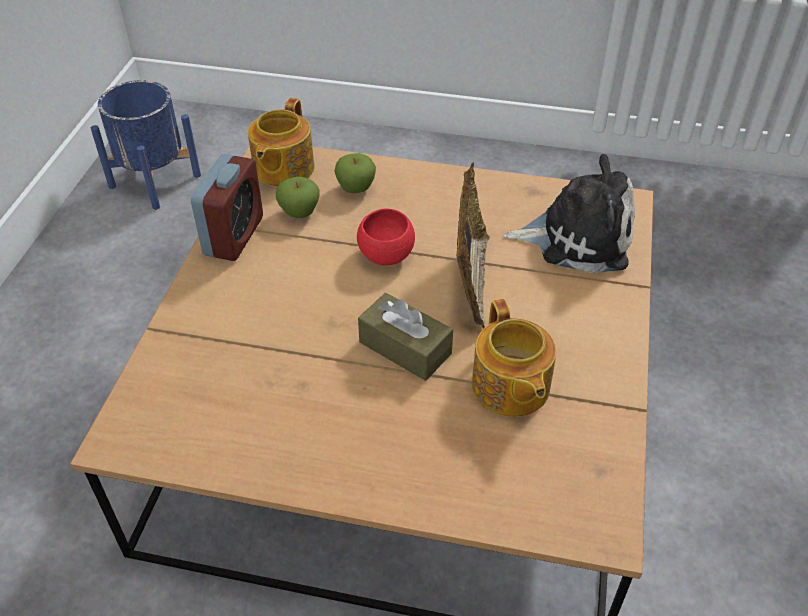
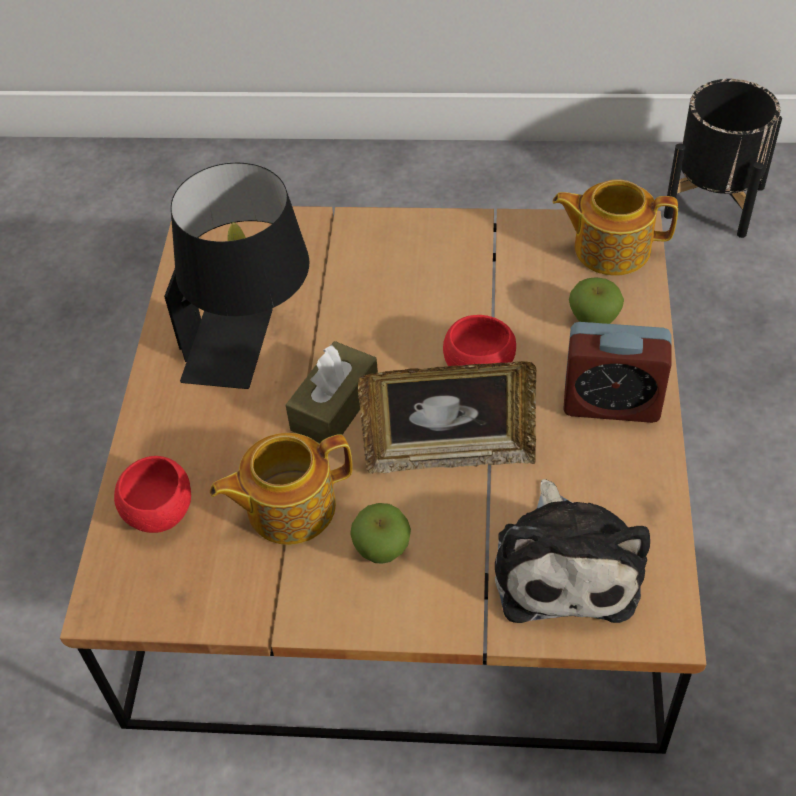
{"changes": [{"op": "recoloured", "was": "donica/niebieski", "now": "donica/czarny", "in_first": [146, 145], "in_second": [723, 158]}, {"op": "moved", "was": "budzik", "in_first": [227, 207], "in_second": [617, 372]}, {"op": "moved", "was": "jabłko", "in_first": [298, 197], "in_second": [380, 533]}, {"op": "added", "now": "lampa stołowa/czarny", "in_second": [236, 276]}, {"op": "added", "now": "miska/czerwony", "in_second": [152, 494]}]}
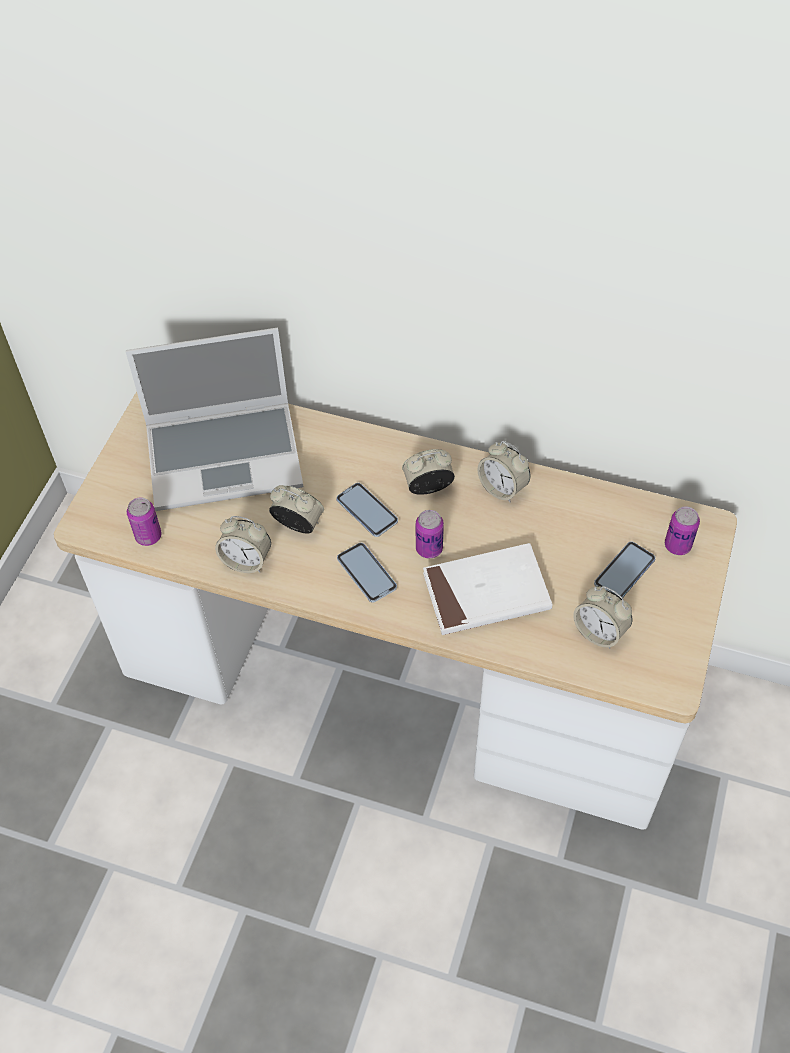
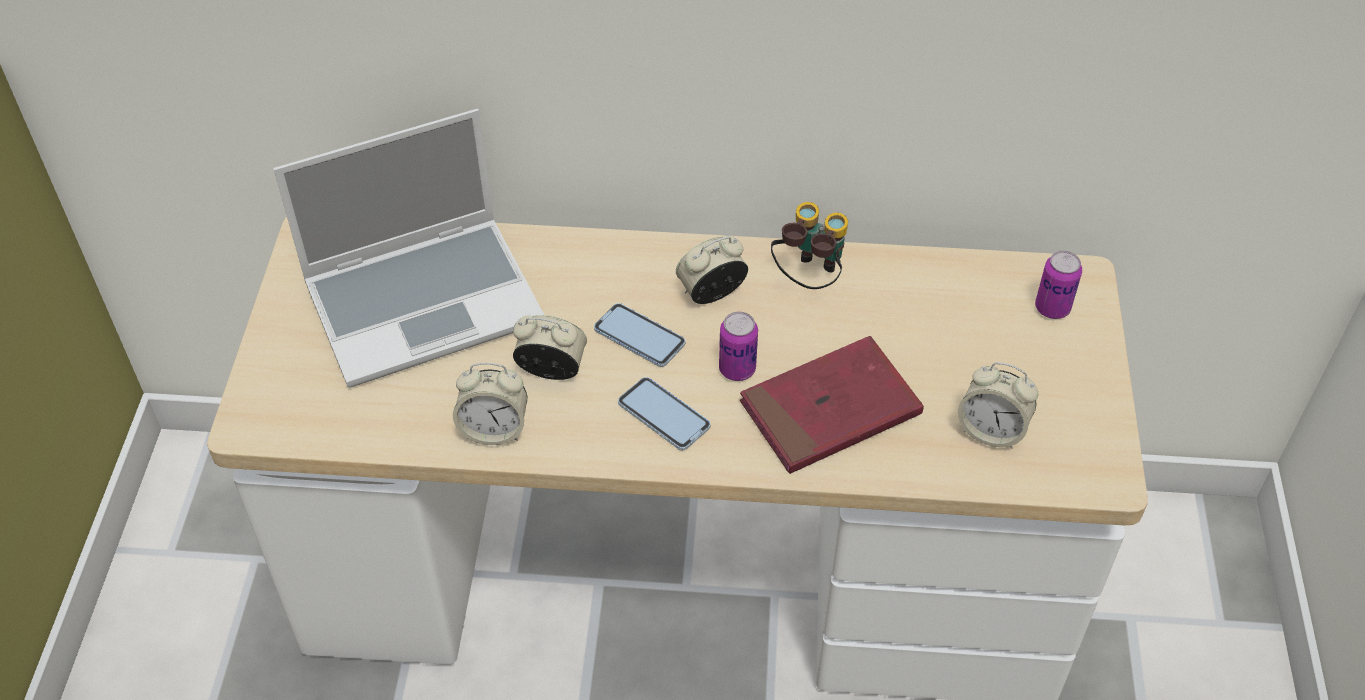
{"changes": [{"op": "replaced", "was": "budzik", "now": "lornetka", "in_first": [504, 472], "in_second": [809, 245]}, {"op": "removed", "was": "puszka", "in_first": [144, 521]}, {"op": "removed", "was": "telefon", "in_first": [625, 569]}, {"op": "recoloured", "was": "książka/biały", "now": "książka/czerwony", "in_first": [487, 589], "in_second": [832, 405]}]}
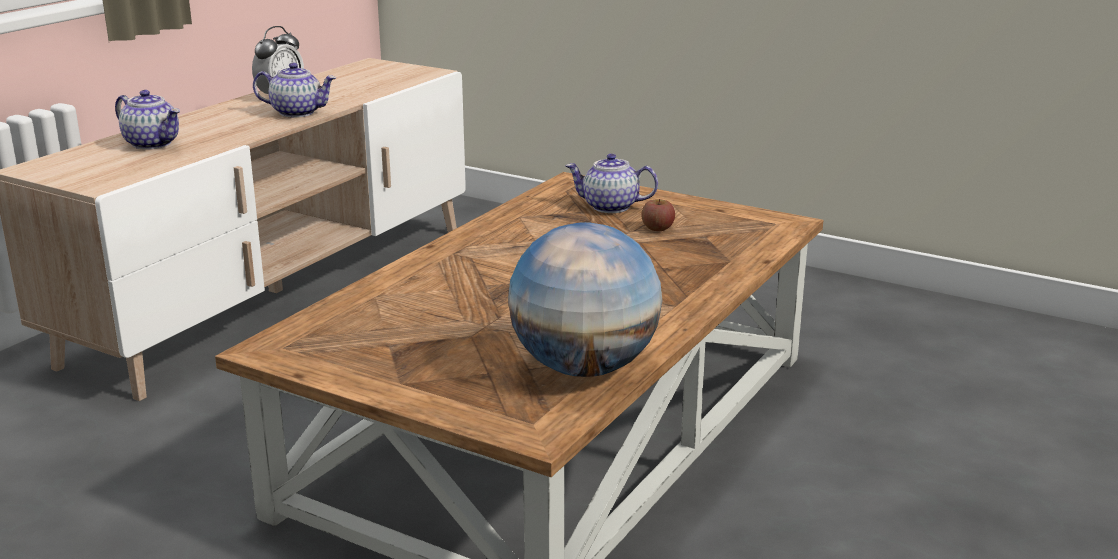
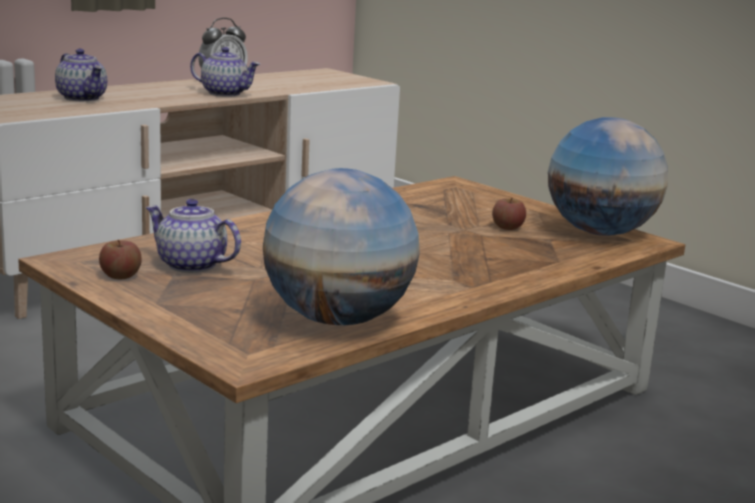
{"changes": [{"op": "moved", "was": "imbryk", "in_first": [611, 183], "in_second": [193, 236]}, {"op": "added", "now": "globus", "in_second": [608, 176]}, {"op": "added", "now": "jabłko", "in_second": [120, 259]}]}
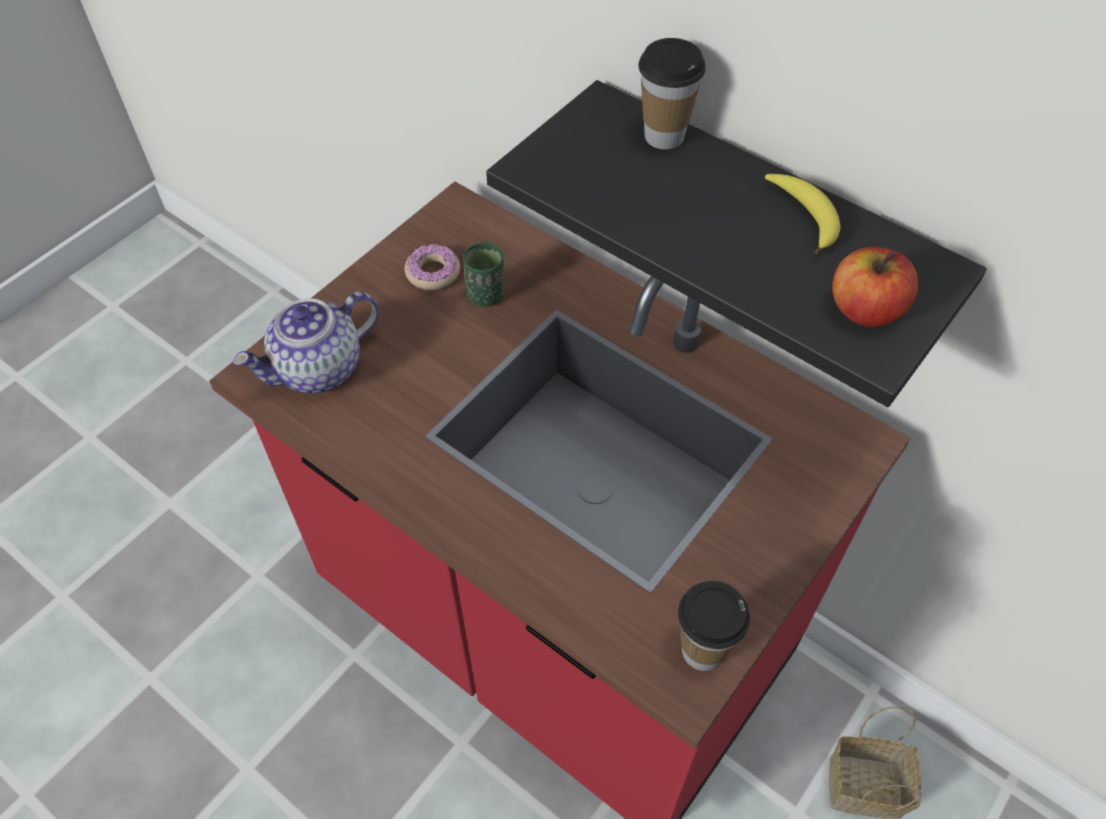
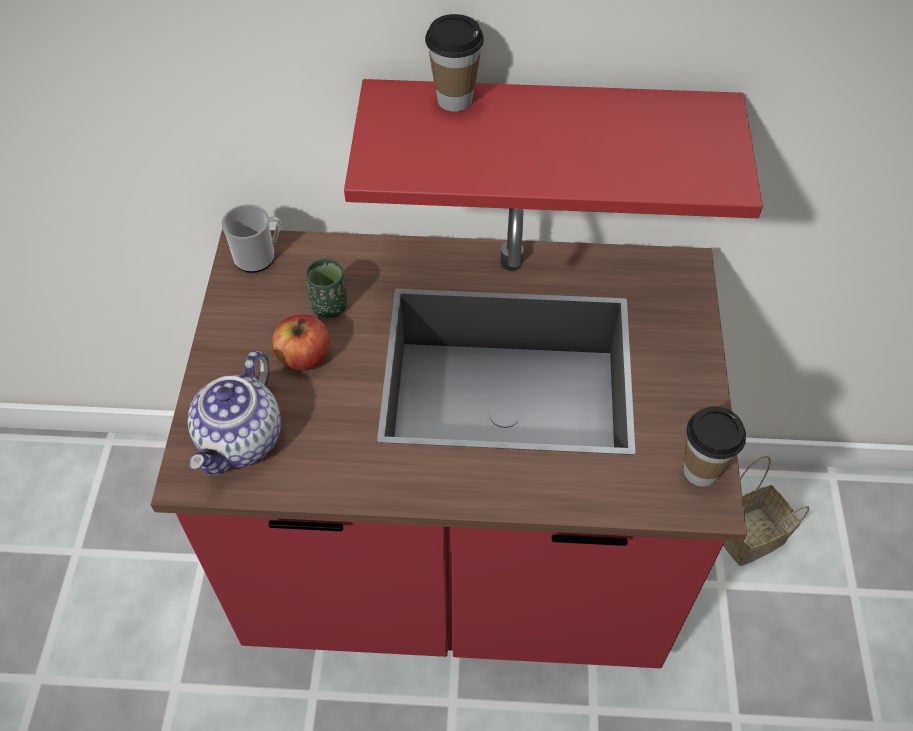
{"changes": [{"op": "recoloured", "was": "półka/czarny", "now": "półka/czerwony", "in_first": [736, 243], "in_second": [553, 148]}, {"op": "removed", "was": "banan", "in_first": [803, 214]}, {"op": "removed", "was": "donut", "in_first": [432, 267]}, {"op": "moved", "was": "jabłko", "in_first": [875, 286], "in_second": [301, 342]}, {"op": "added", "now": "kubek", "in_second": [251, 238]}]}
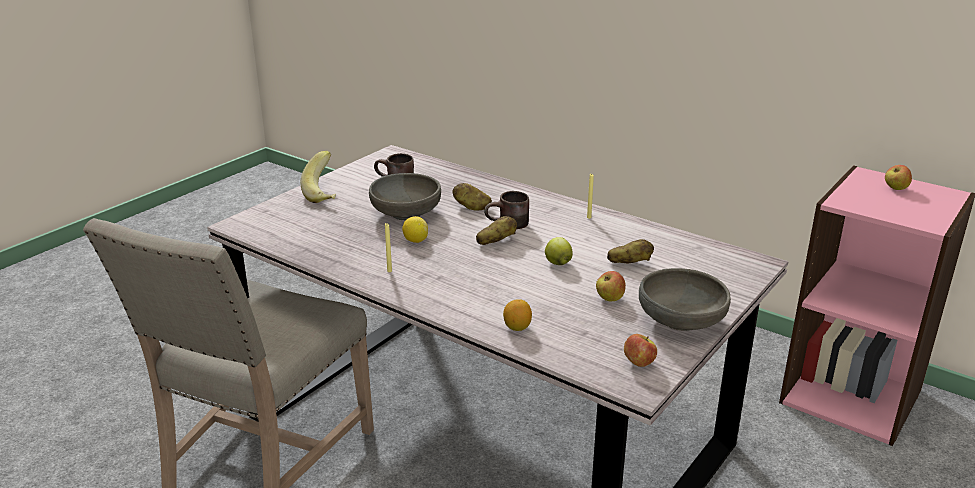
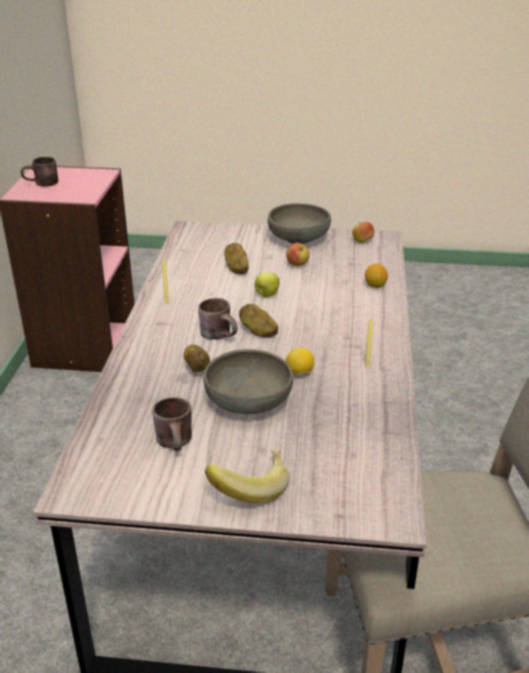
{"changes": [{"op": "replaced", "was": "jabłko", "now": "kubek/brązowy", "in_first": [898, 177], "in_second": [39, 172]}]}
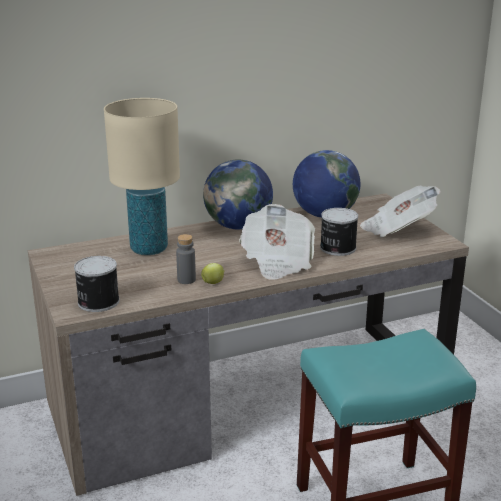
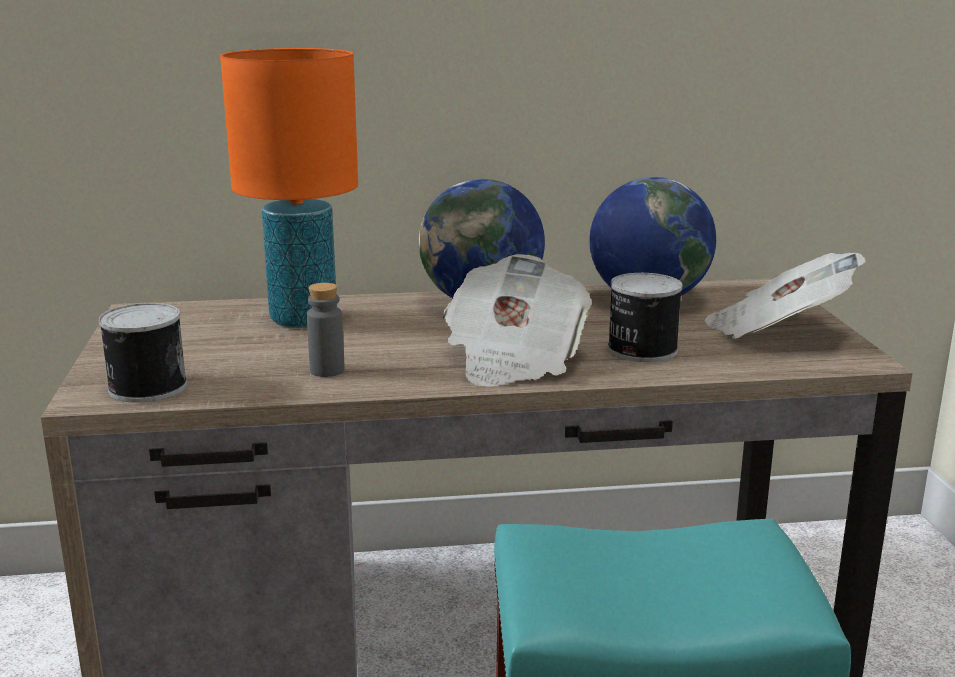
{"changes": [{"op": "recoloured", "was": "lampa stołowa/beżowy", "now": "lampa stołowa/pomarańczowy", "in_first": [142, 176], "in_second": [289, 188]}, {"op": "removed", "was": "jabłko", "in_first": [213, 273]}]}
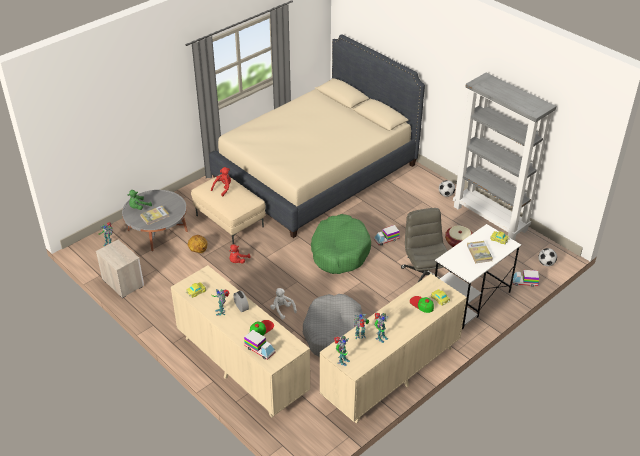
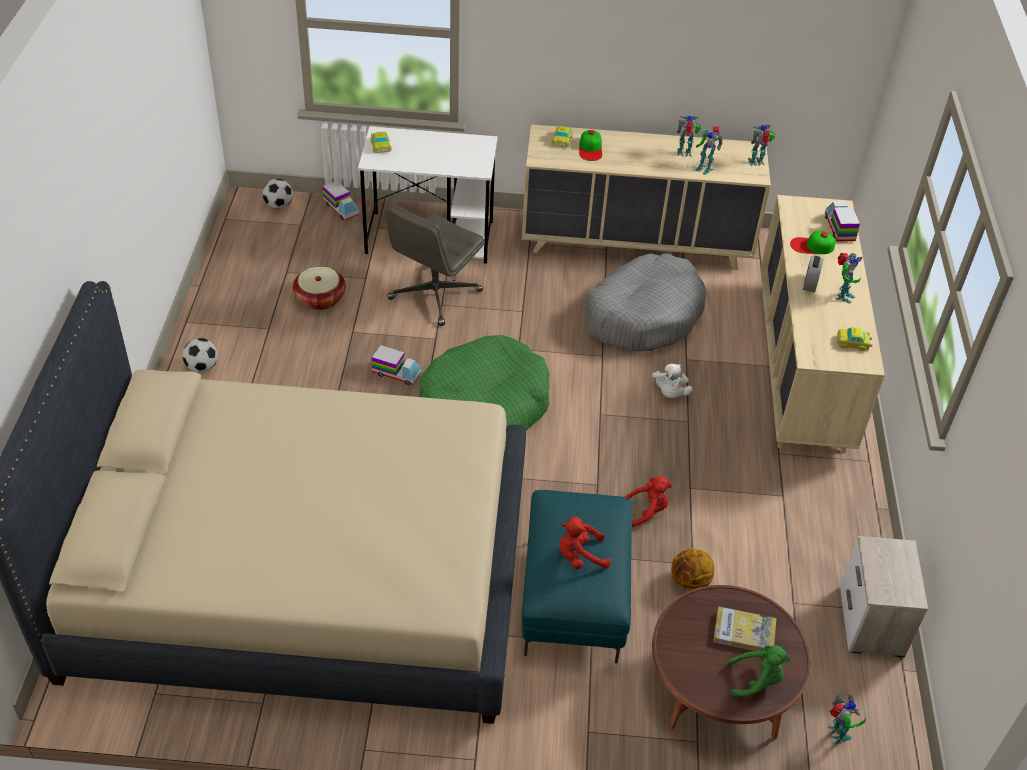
{"changes": [{"op": "removed", "was": "regał/szary", "in_first": [504, 156]}, {"op": "recoloured", "was": "pufa/beżowy", "now": "pufa/turkusowy", "in_first": [228, 209], "in_second": [576, 576]}, {"op": "recoloured", "was": "ława/szary", "now": "ława/brązowy", "in_first": [155, 220], "in_second": [731, 662]}, {"op": "removed", "was": "książka", "in_first": [480, 252]}]}
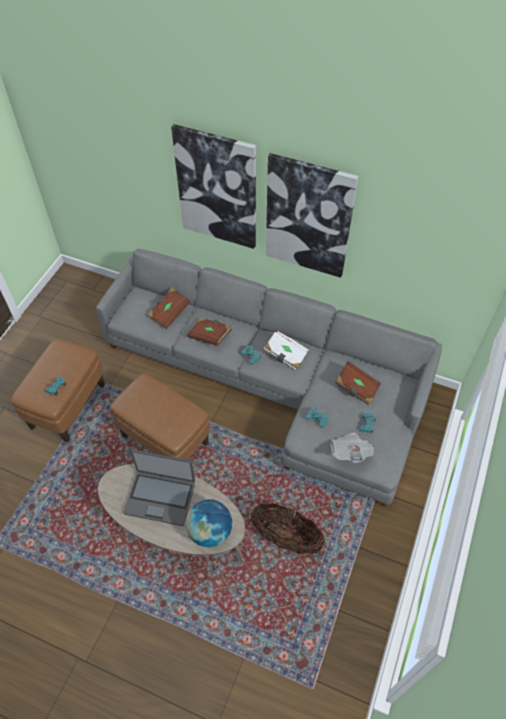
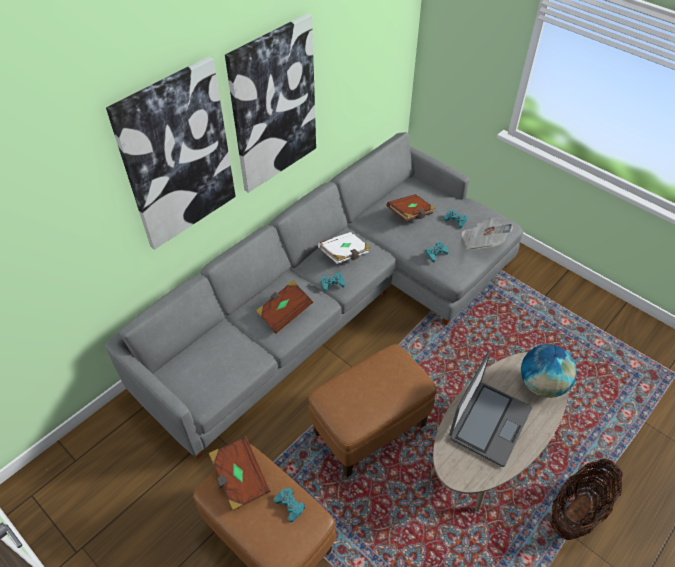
{"changes": [{"op": "moved", "was": "książka/brązowy", "in_first": [169, 308], "in_second": [239, 473]}, {"op": "moved", "was": "koszyk", "in_first": [288, 529], "in_second": [586, 499]}]}
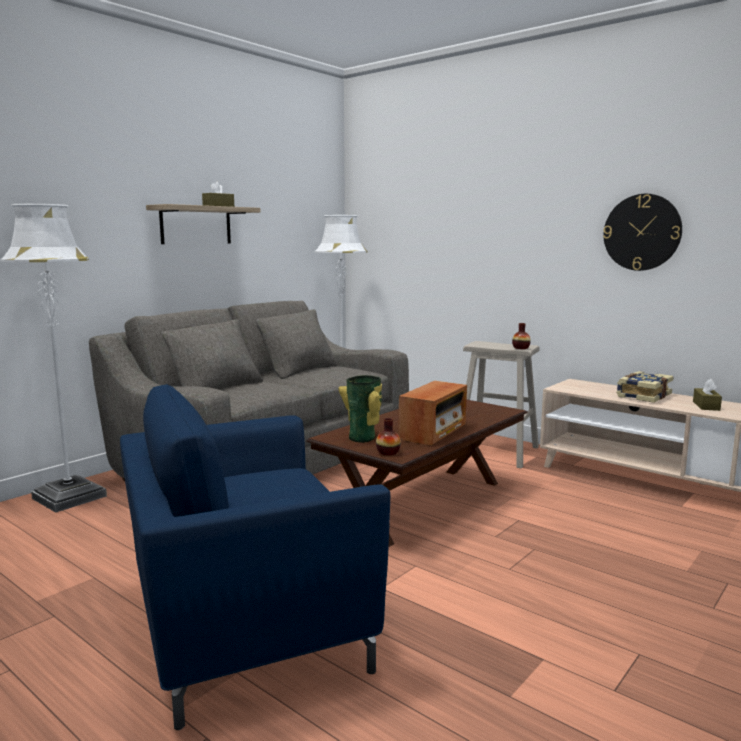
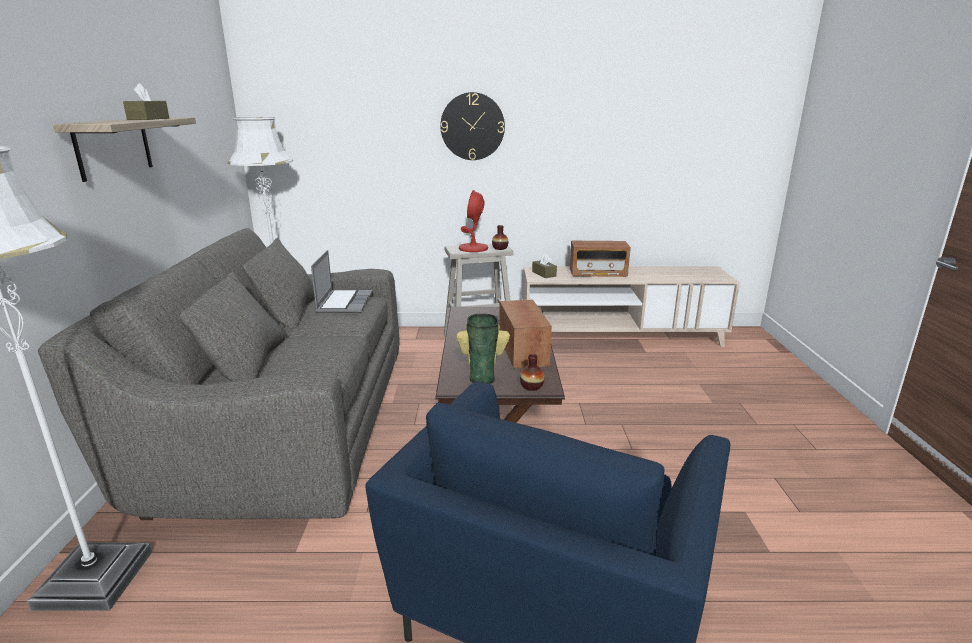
{"changes": [{"op": "moved", "was": "zegar ścienny", "in_first": [642, 232], "in_second": [472, 126]}, {"op": "replaced", "was": "książka", "now": "radio", "in_first": [645, 387], "in_second": [600, 259]}, {"op": "moved", "was": "pudełko chusteczek/brązowy", "in_first": [707, 395], "in_second": [544, 265]}, {"op": "added", "now": "lampa stołowa/czerwony", "in_second": [473, 221]}, {"op": "added", "now": "laptop", "in_second": [342, 281]}]}
